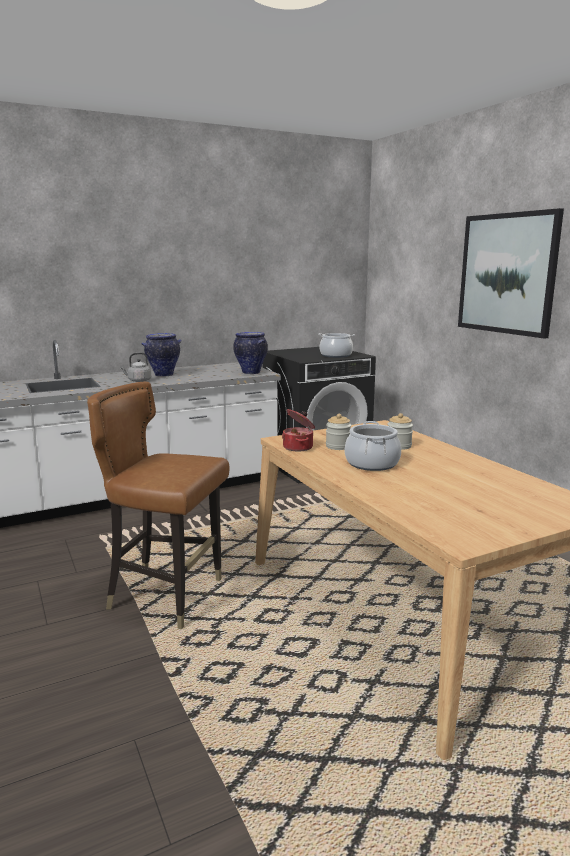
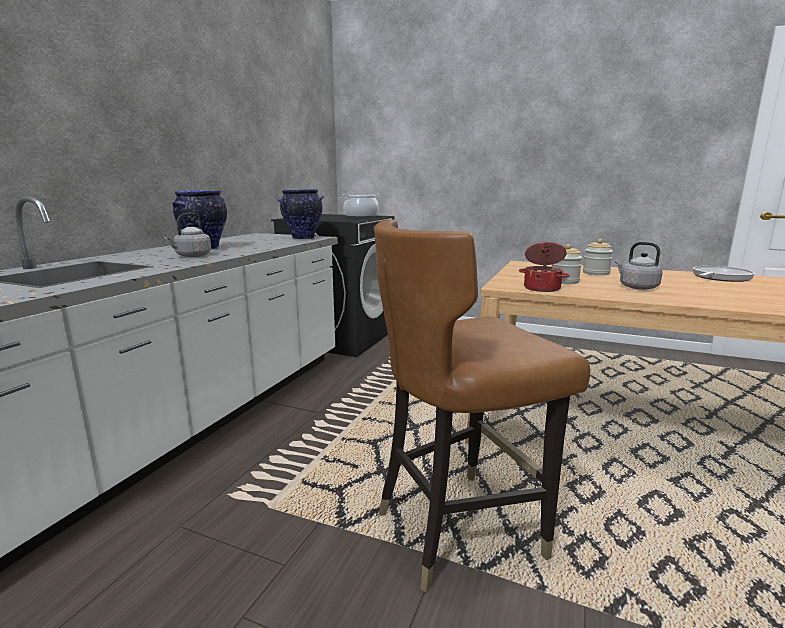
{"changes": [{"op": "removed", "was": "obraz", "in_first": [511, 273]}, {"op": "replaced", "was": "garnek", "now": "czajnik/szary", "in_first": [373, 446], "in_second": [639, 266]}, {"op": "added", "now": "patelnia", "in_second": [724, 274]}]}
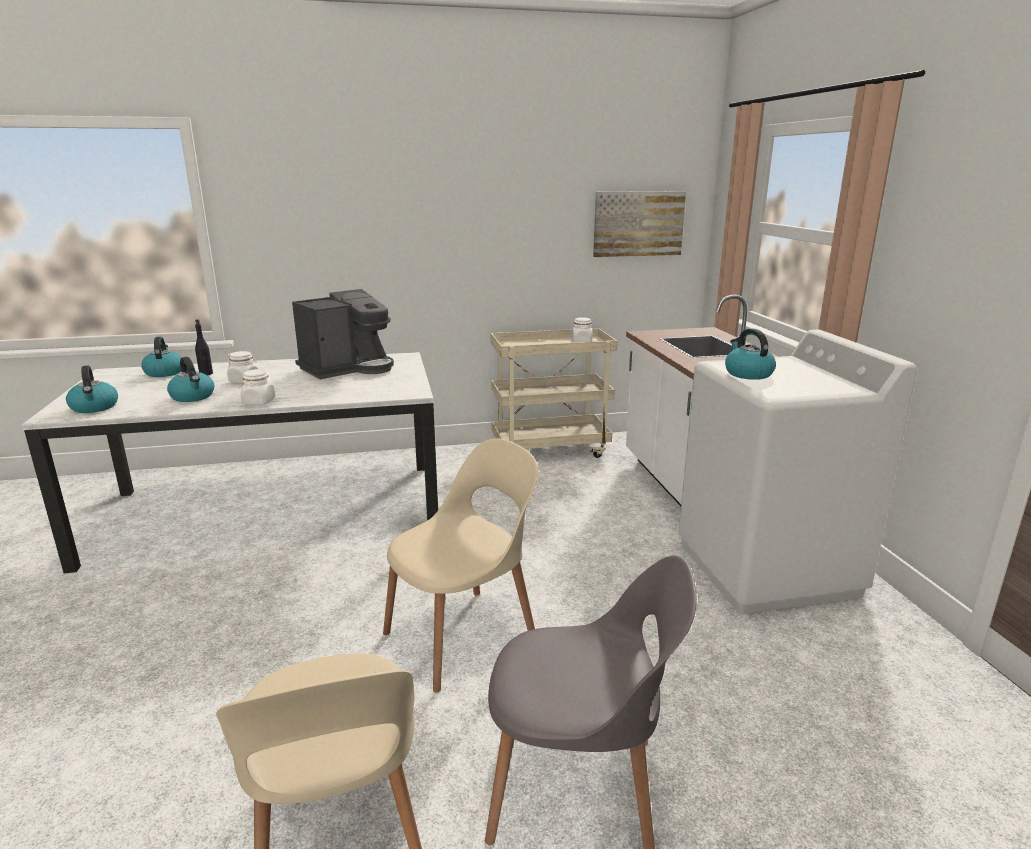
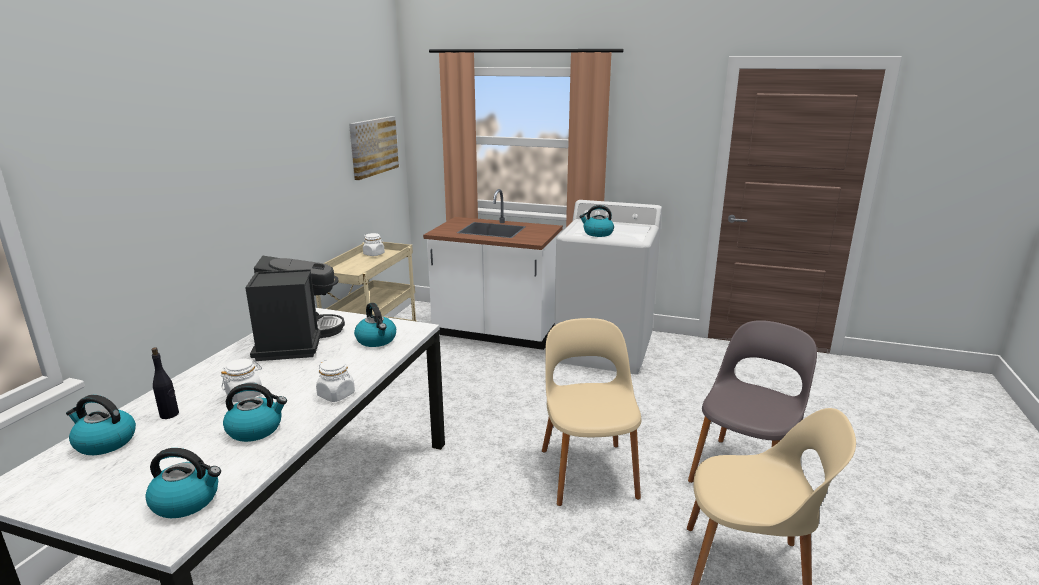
{"changes": [{"op": "added", "now": "czajnik", "in_second": [375, 325]}]}
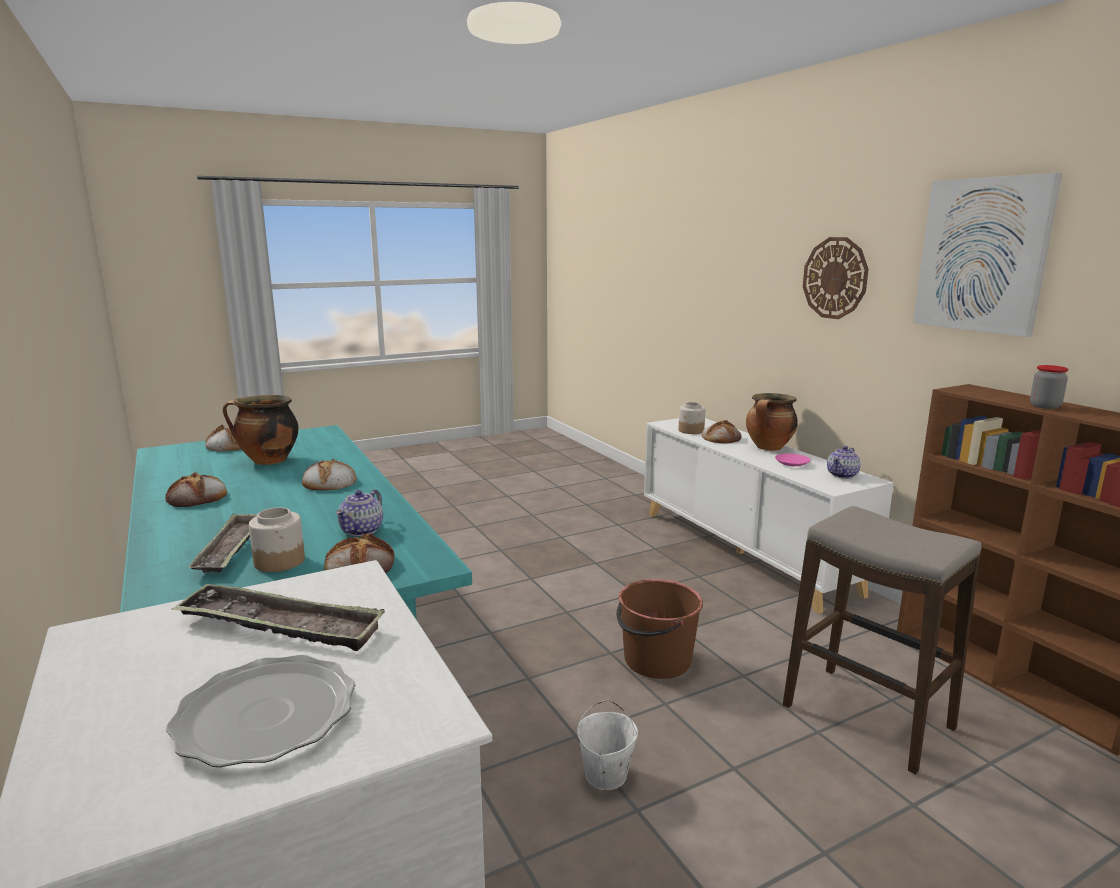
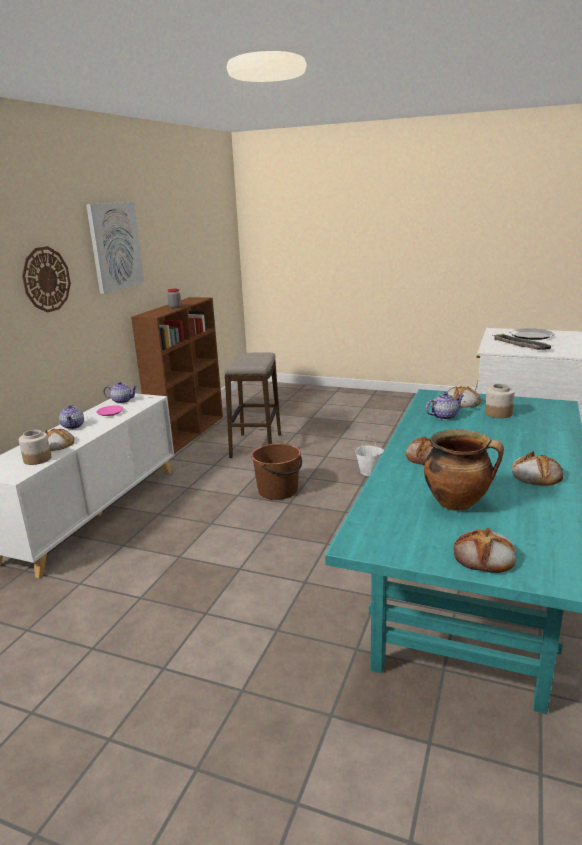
{"changes": [{"op": "replaced", "was": "garnek", "now": "imbryk", "in_first": [772, 422], "in_second": [71, 417]}, {"op": "removed", "was": "taca", "in_first": [223, 543]}]}
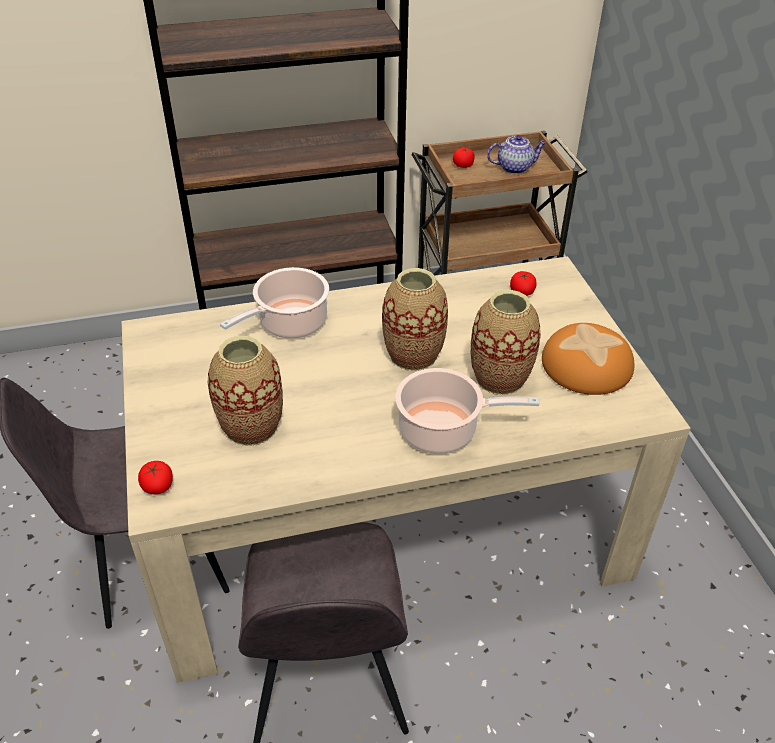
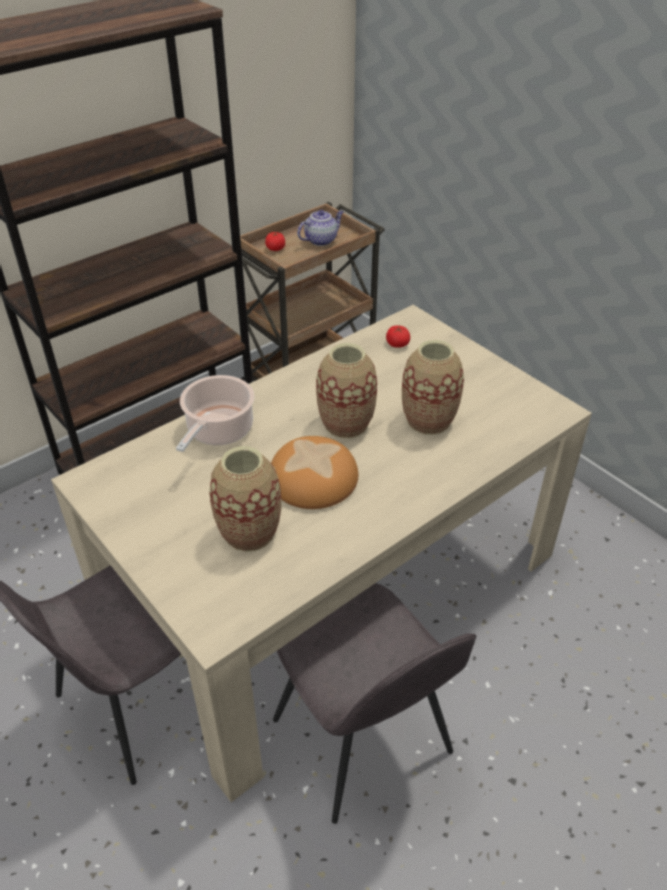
{"changes": [{"op": "moved", "was": "chleb", "in_first": [588, 359], "in_second": [314, 472]}, {"op": "removed", "was": "garnek", "in_first": [467, 411]}, {"op": "removed", "was": "pomidor", "in_first": [155, 477]}]}
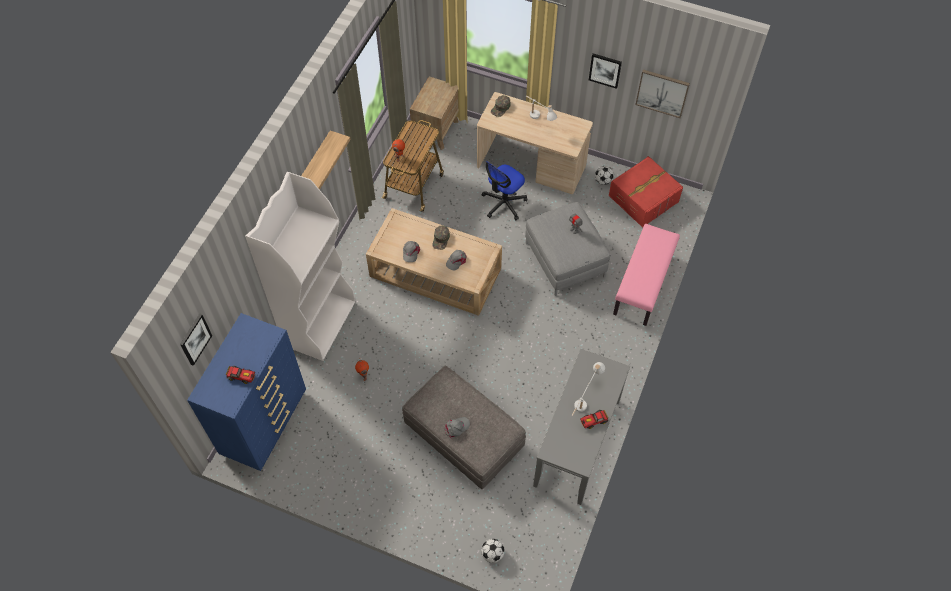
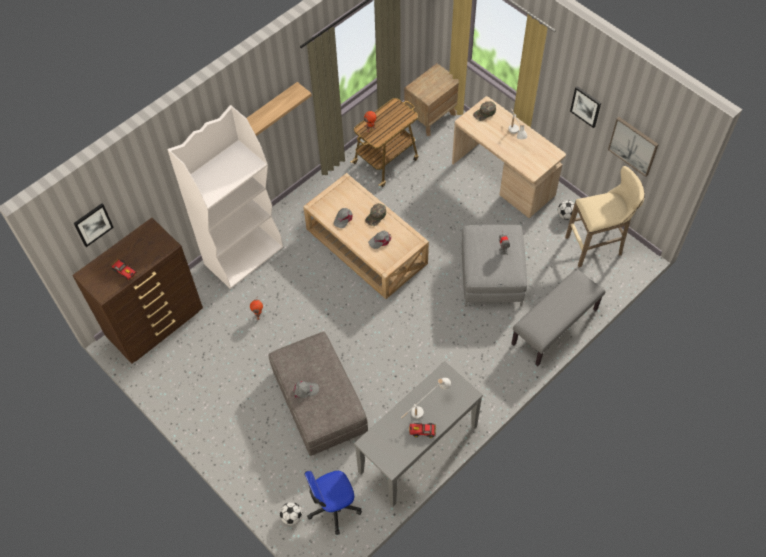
{"changes": [{"op": "replaced", "was": "pojemnik do przechowywania/czerwony", "now": "stołek/beżowy", "in_first": [646, 191], "in_second": [605, 216]}, {"op": "moved", "was": "krzesło biurowe", "in_first": [504, 190], "in_second": [333, 503]}, {"op": "recoloured", "was": "ławka/różowy", "now": "ławka/szary", "in_first": [646, 275], "in_second": [558, 317]}, {"op": "recoloured", "was": "komoda/niebieski", "now": "komoda/brązowy", "in_first": [246, 392], "in_second": [137, 291]}]}
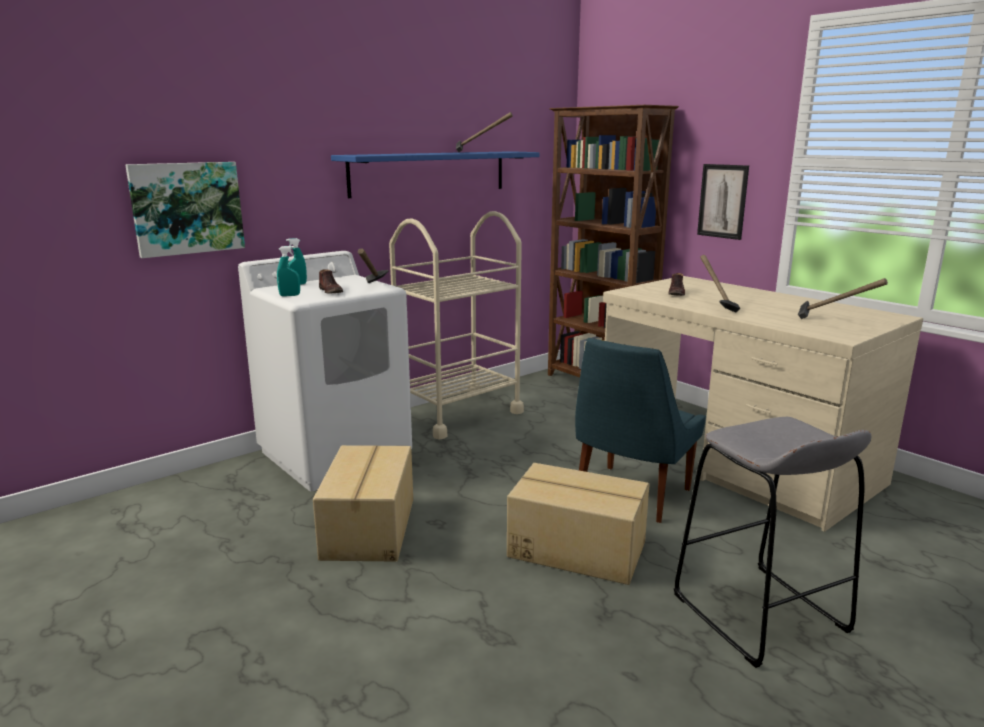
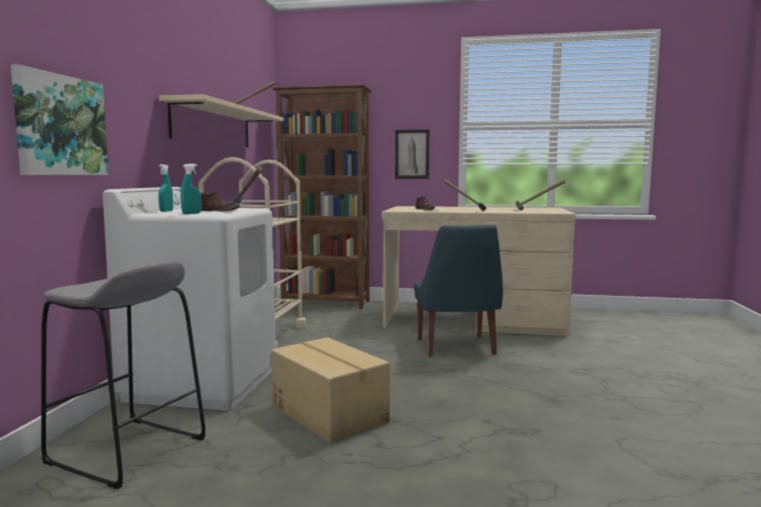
{"changes": [{"op": "recoloured", "was": "półka/niebieski", "now": "półka/beżowy", "in_first": [435, 174], "in_second": [221, 120]}, {"op": "moved", "was": "stołek/szary", "in_first": [773, 542], "in_second": [123, 375]}, {"op": "removed", "was": "karton", "in_first": [578, 524]}]}
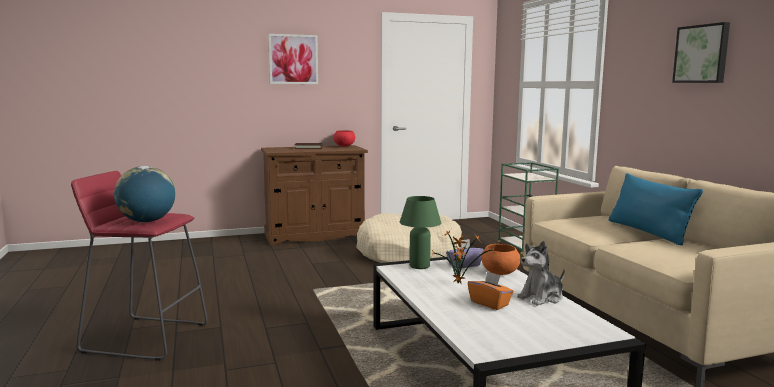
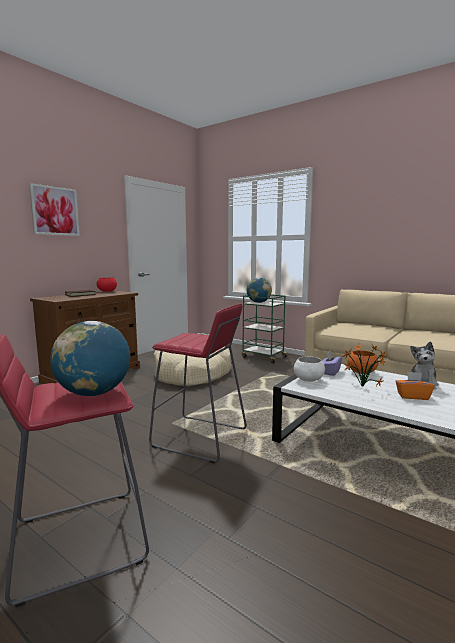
{"changes": [{"op": "removed", "was": "obraz", "in_first": [701, 52]}, {"op": "removed", "was": "poduszka/niebieski", "in_first": [656, 209]}, {"op": "replaced", "was": "lampa stołowa/zielony", "now": "miska/biały", "in_first": [420, 232], "in_second": [309, 369]}, {"op": "added", "now": "globus", "in_second": [259, 290]}, {"op": "added", "now": "stołek/czerwony", "in_second": [198, 383]}]}
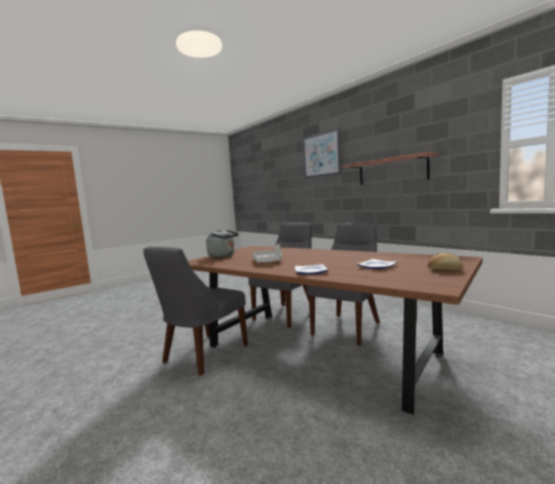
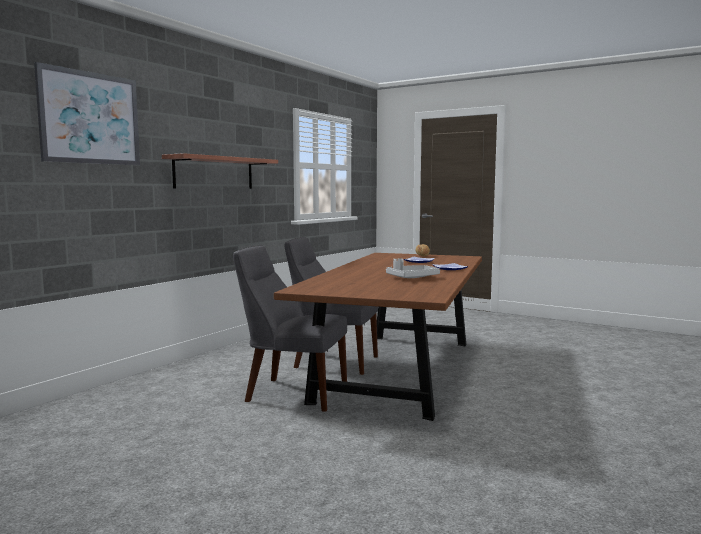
{"changes": [{"op": "removed", "was": "czajnik/szary", "in_first": [222, 244]}, {"op": "removed", "was": "krzesło/szary", "in_first": [195, 311]}]}
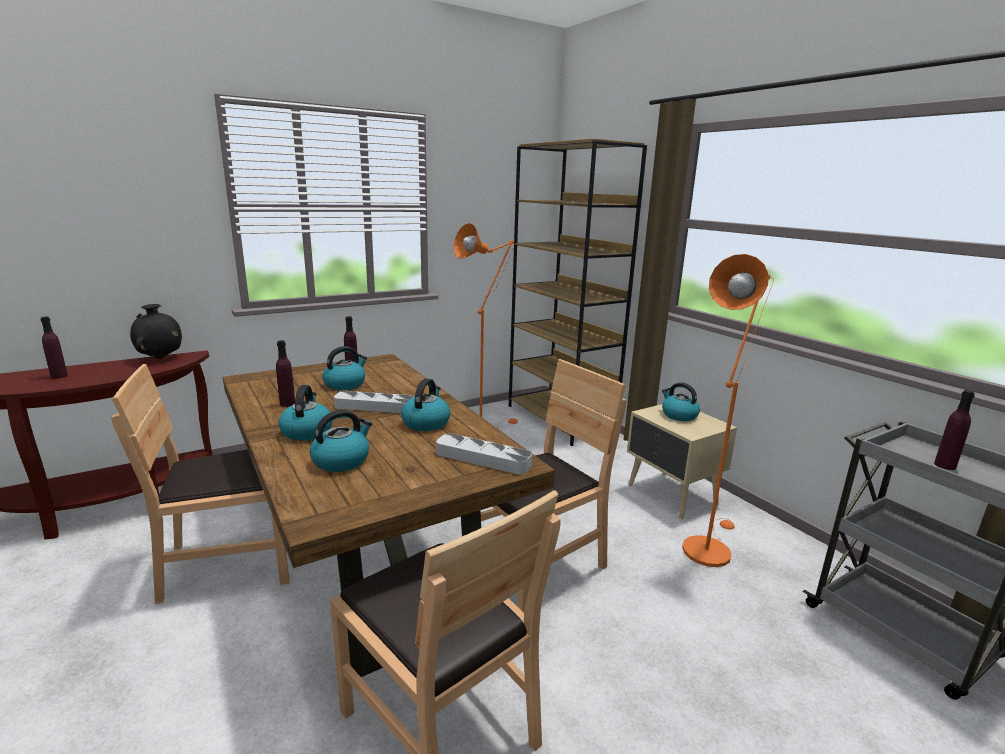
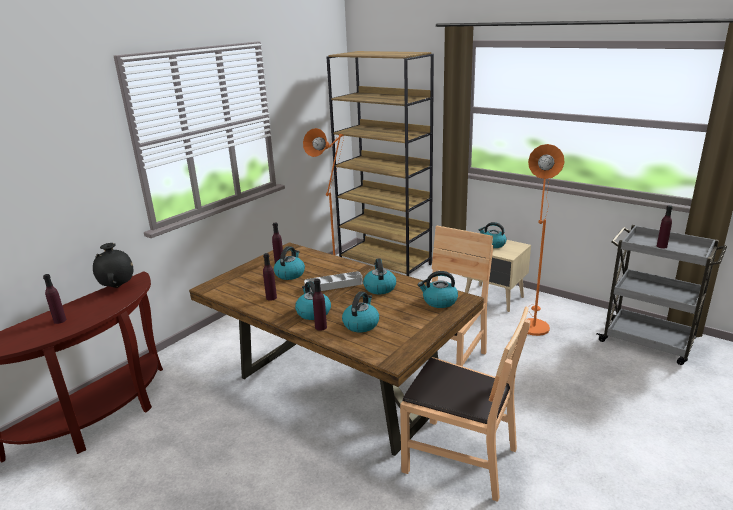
{"changes": [{"op": "removed", "was": "krzesło/brązowy", "in_first": [200, 484]}, {"op": "replaced", "was": "taca/szary", "now": "czajnik", "in_first": [484, 453], "in_second": [438, 289]}, {"op": "added", "now": "butelka/fioletowy", "in_second": [320, 305]}]}
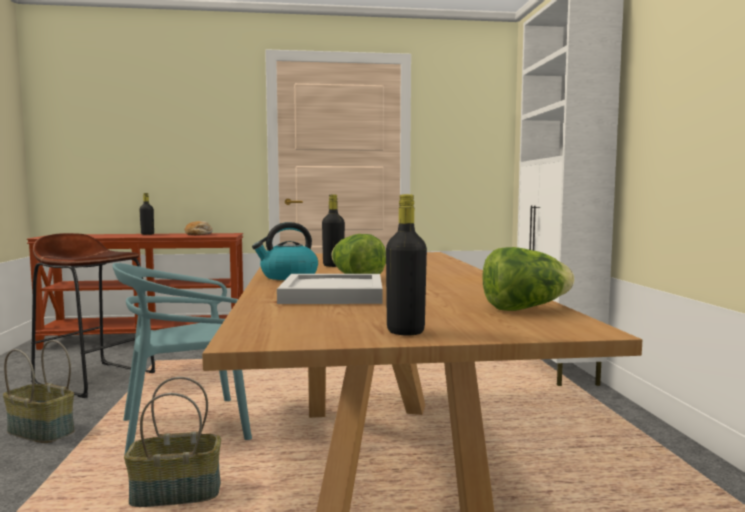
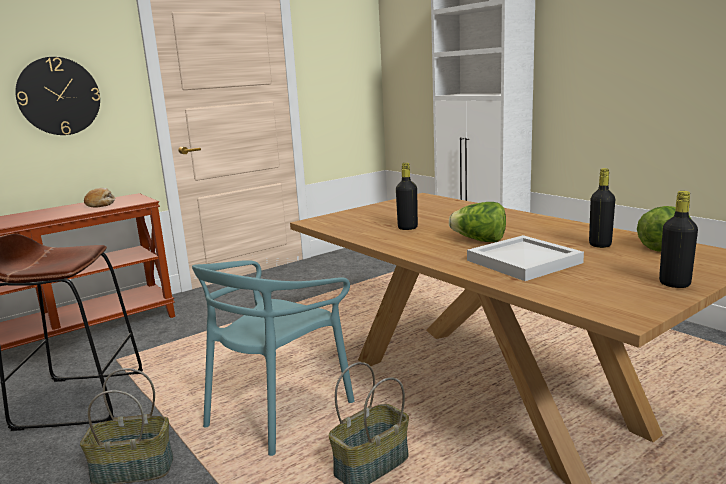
{"changes": [{"op": "moved", "was": "butelka/czarny", "in_first": [146, 214], "in_second": [602, 208]}, {"op": "removed", "was": "czajnik", "in_first": [285, 251]}, {"op": "added", "now": "zegar ścienny", "in_second": [57, 96]}]}
